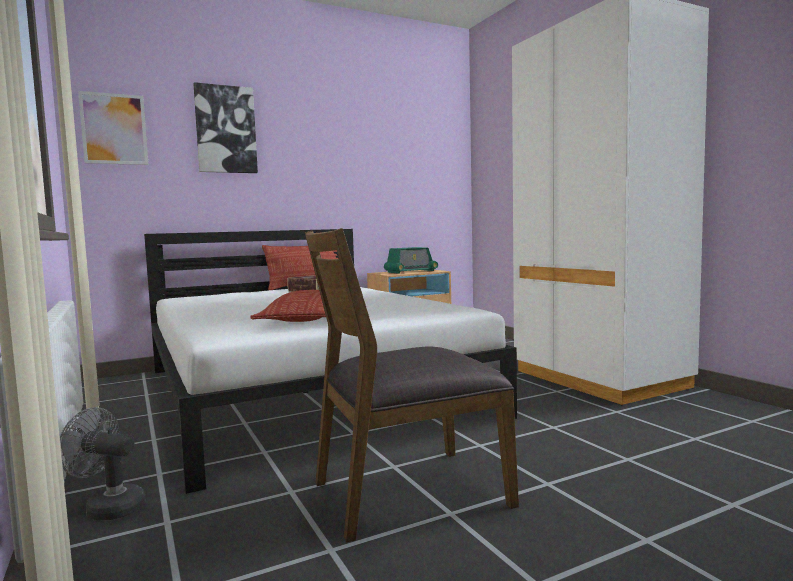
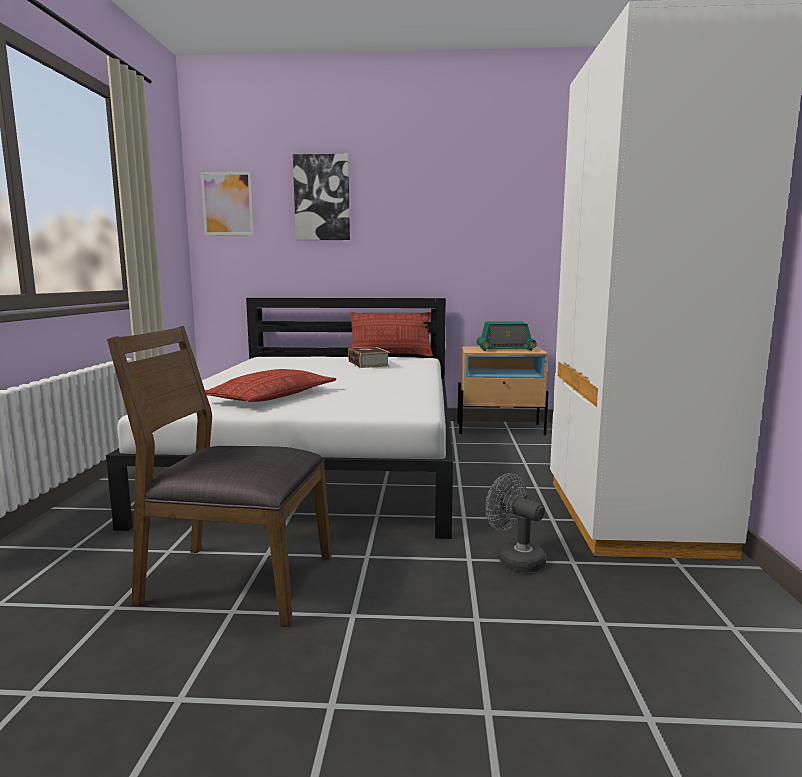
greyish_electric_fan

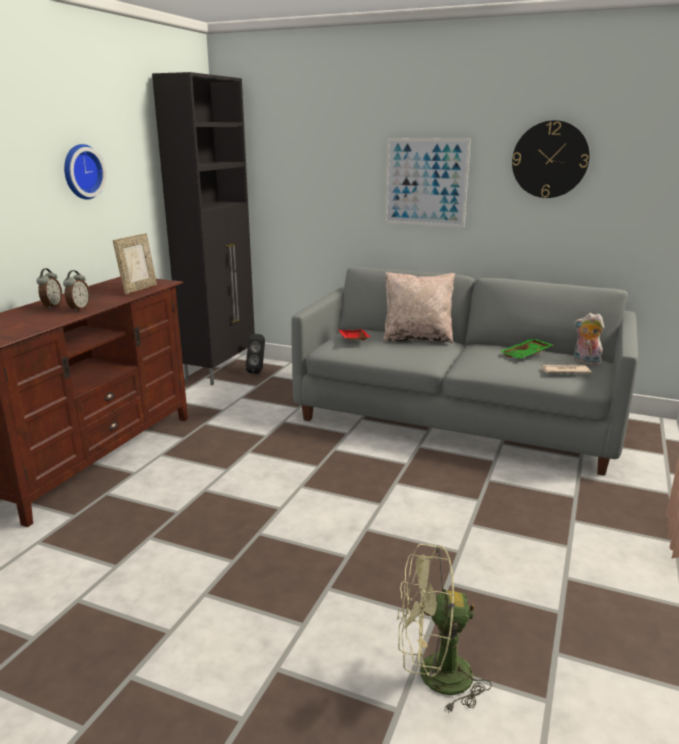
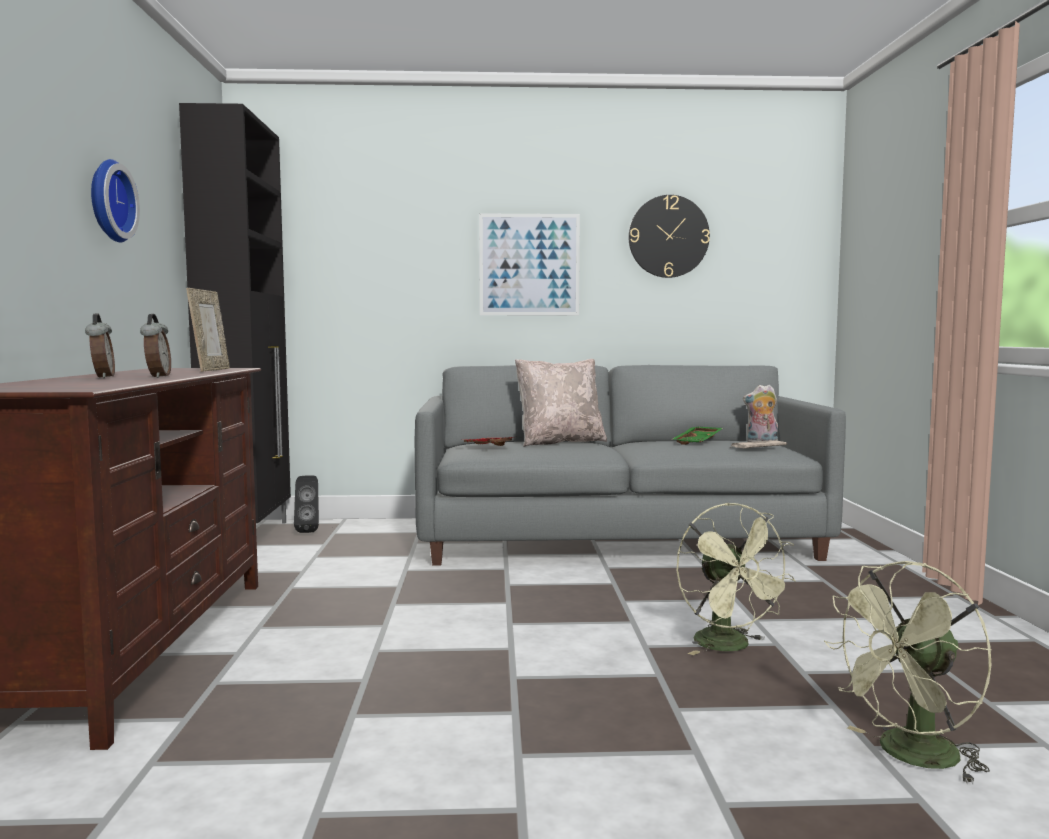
greenish_electric_fan (1st from left)

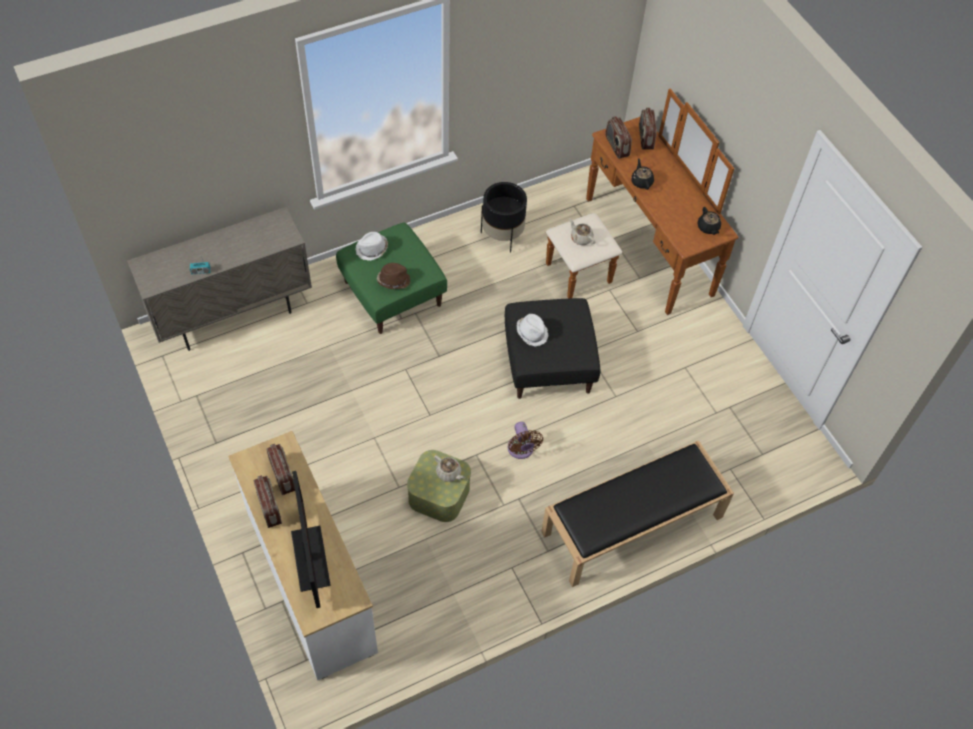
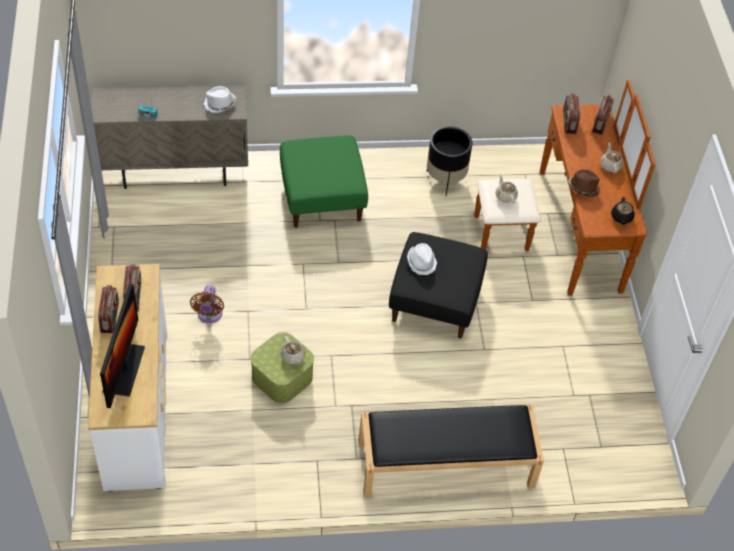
black_tea_pot (1st from left in the first image)
beige_tea_pot (3rd from left)
whitish_hat (1st from left)
brownish_hat
brownish_electric_fan

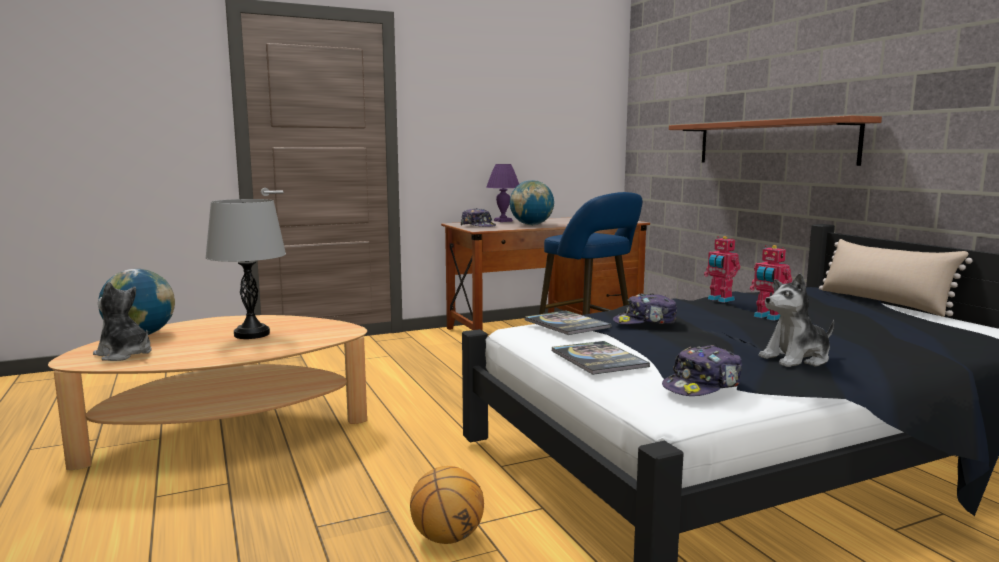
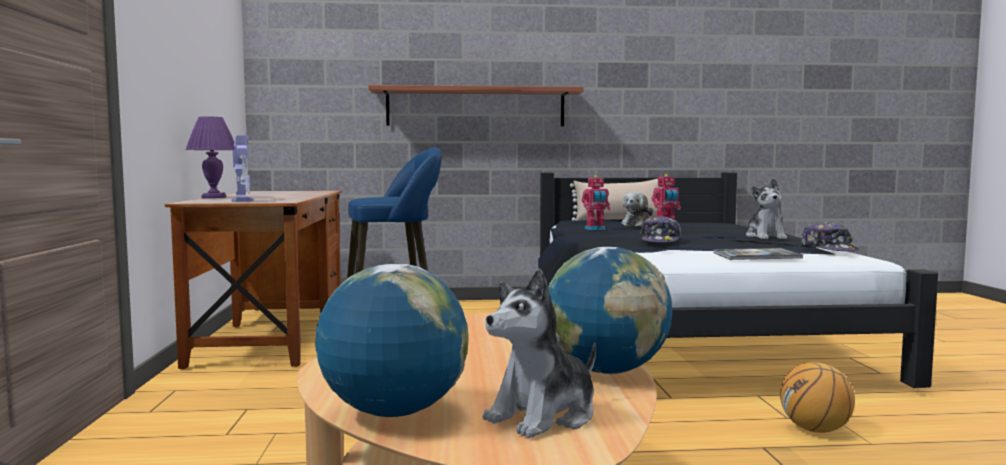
greyish_lamp_for_a_table
volume (1st from left in the first image)
cuddly_toy (2nd from left)
world_globe (2nd from left)
robot_figure (1st from left)

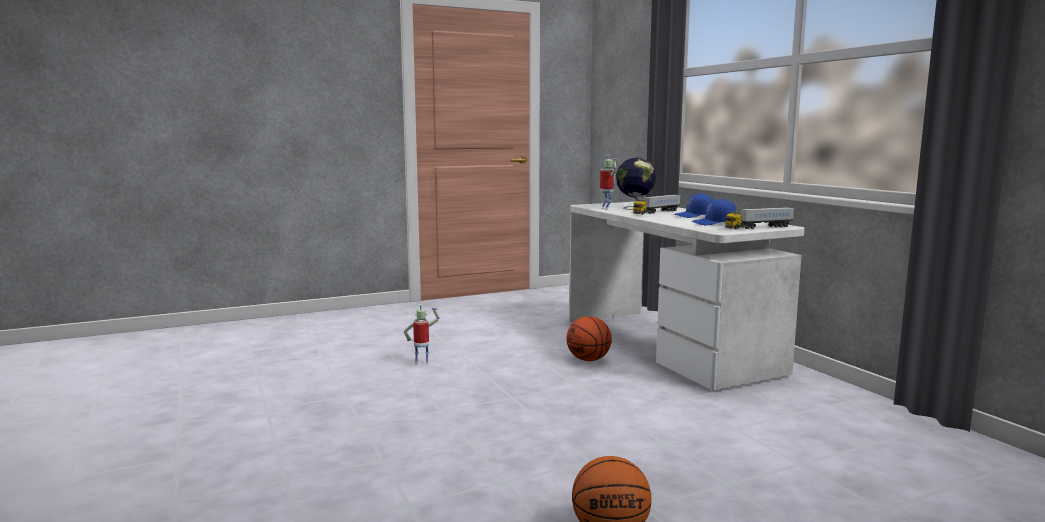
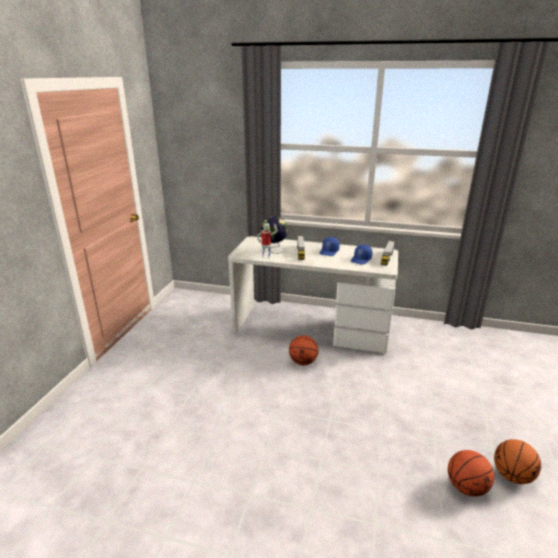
robot_figure (1st from left in the first image)
basketball_ball (2nd from left)

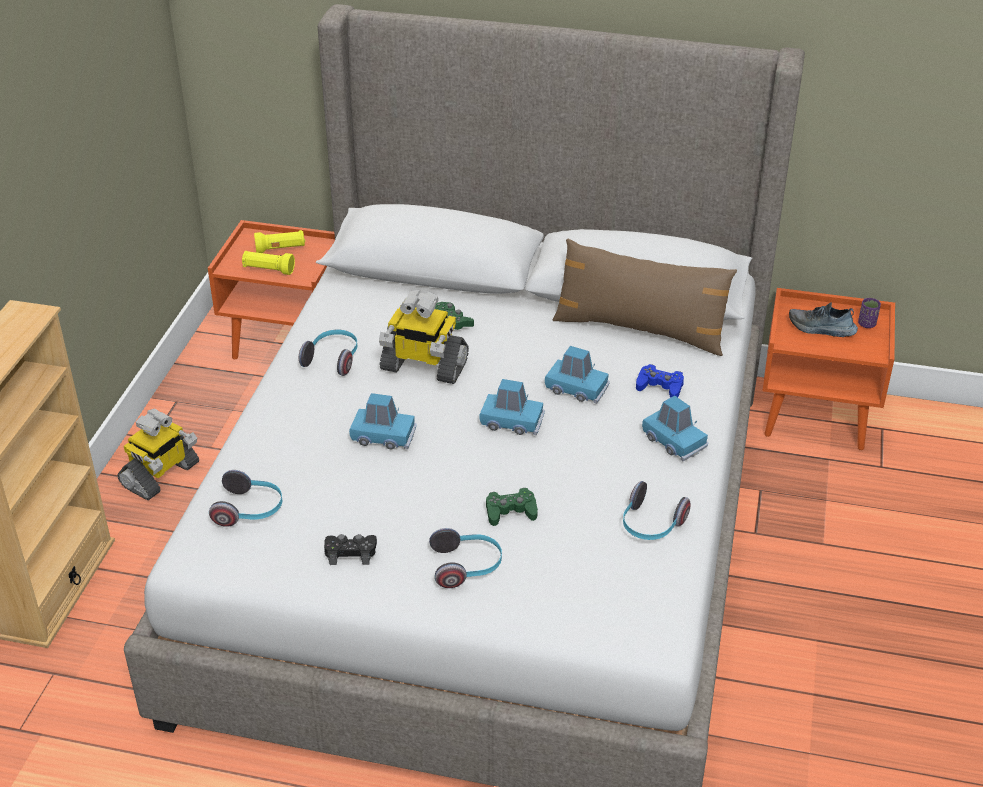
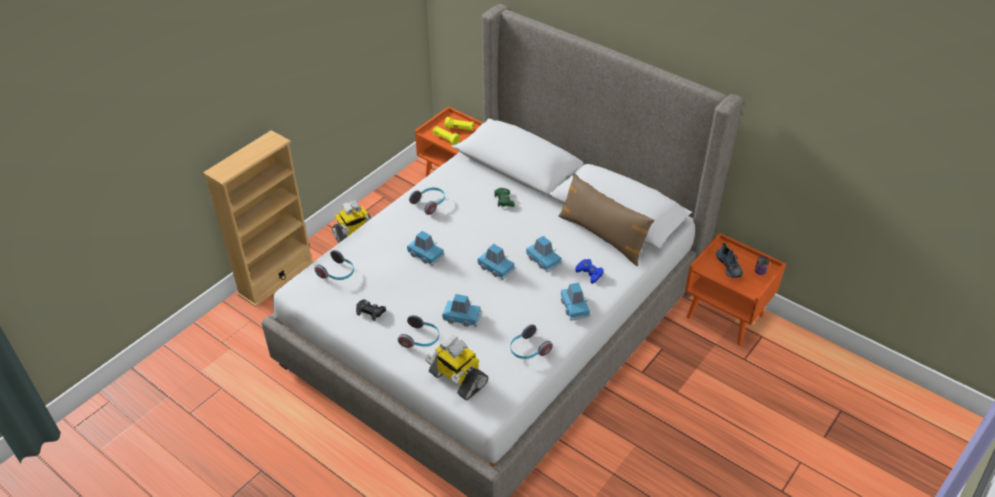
robot_figure (2nd from left)
blue_model_car (2nd from left)
item_of_footwear

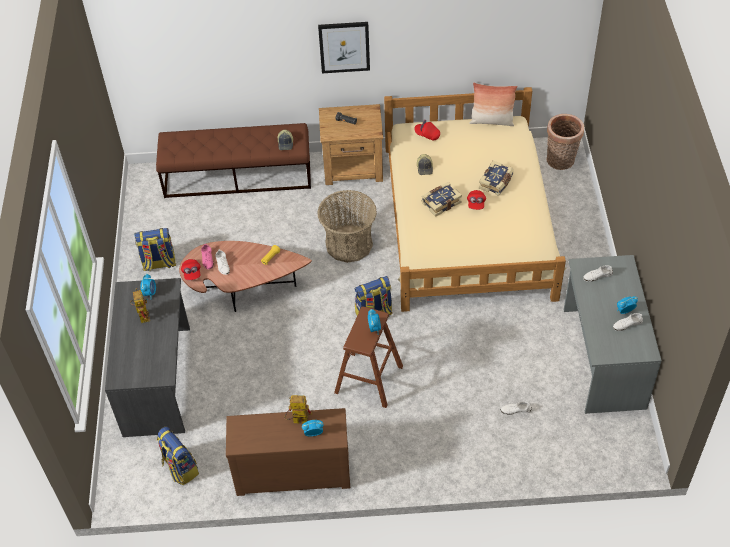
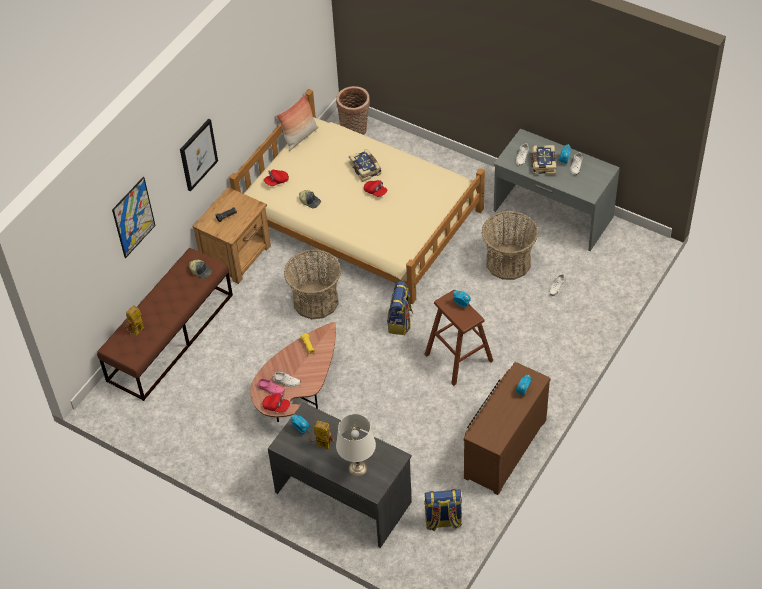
rucksack (1st from left in the first image)
wall_picture (1st from left)
whitish_lamp_for_a_table
basket (3rd from left)
robot_figure (1st from left)
volume (2nd from left)

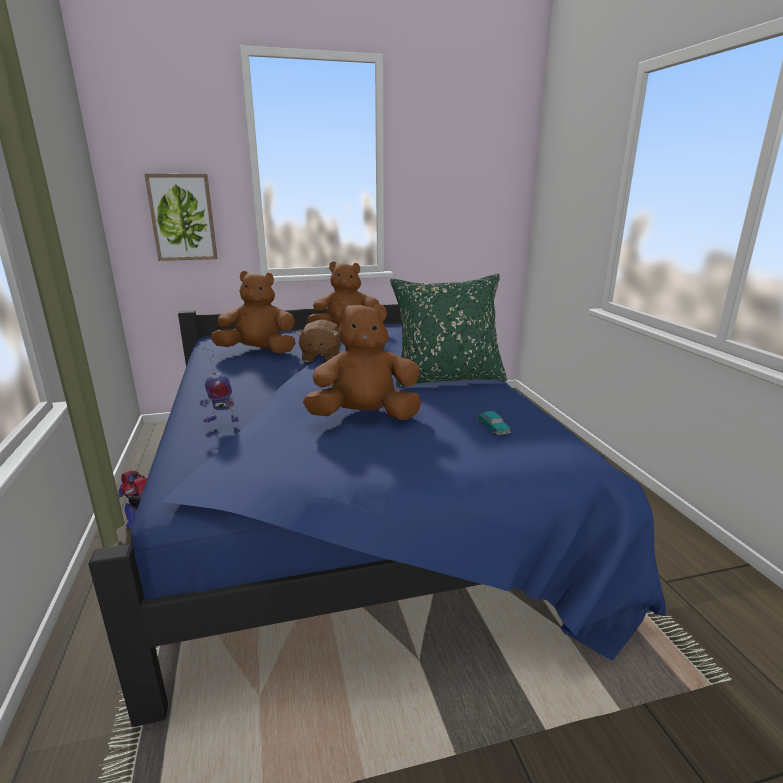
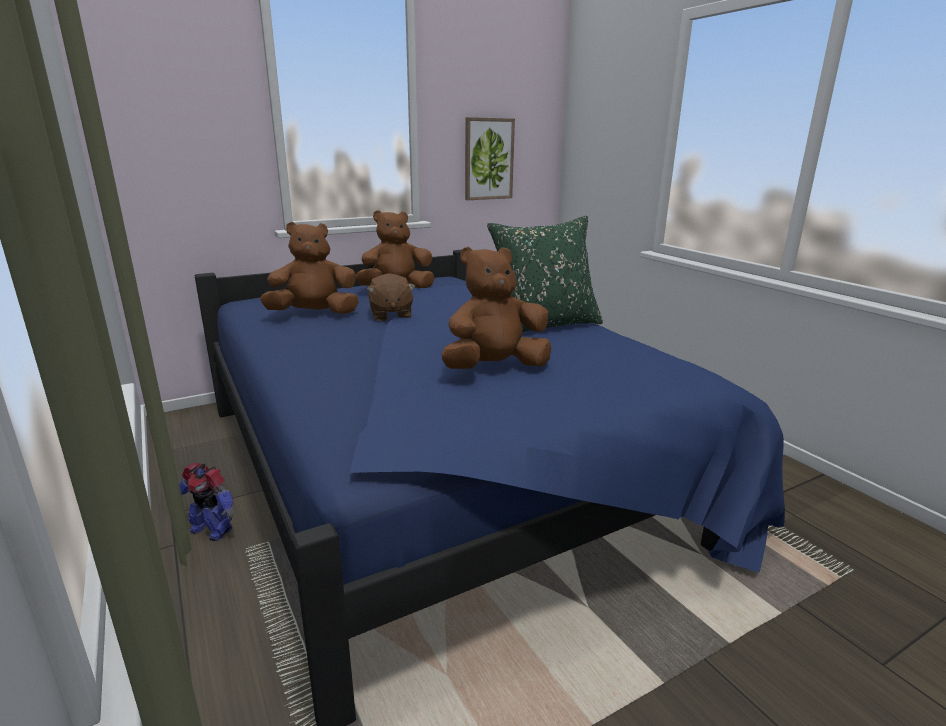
robot_figure (2nd from left in the first image)
model_car
wall_picture

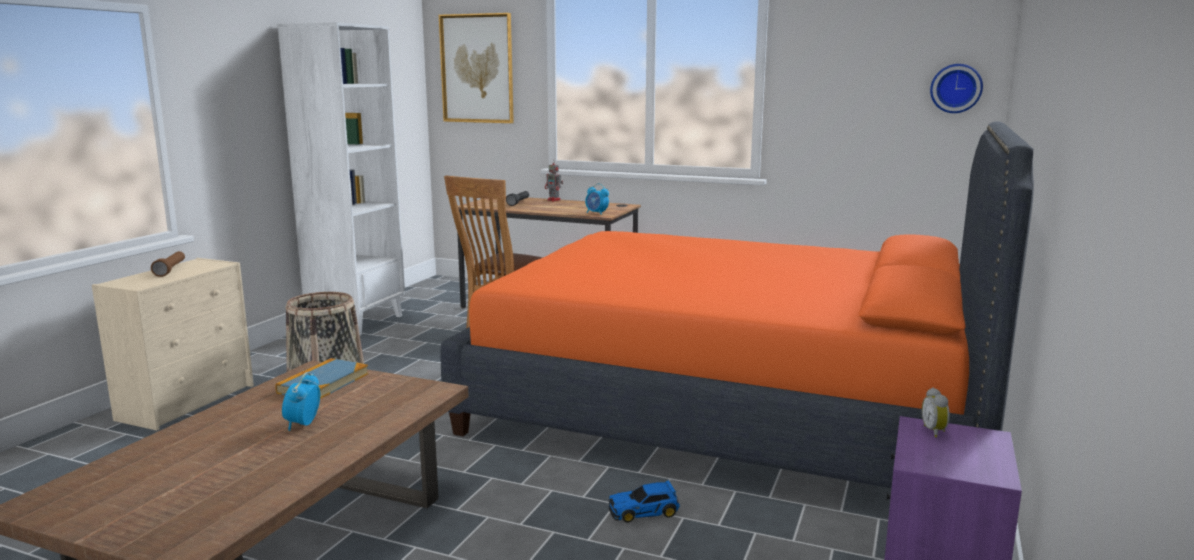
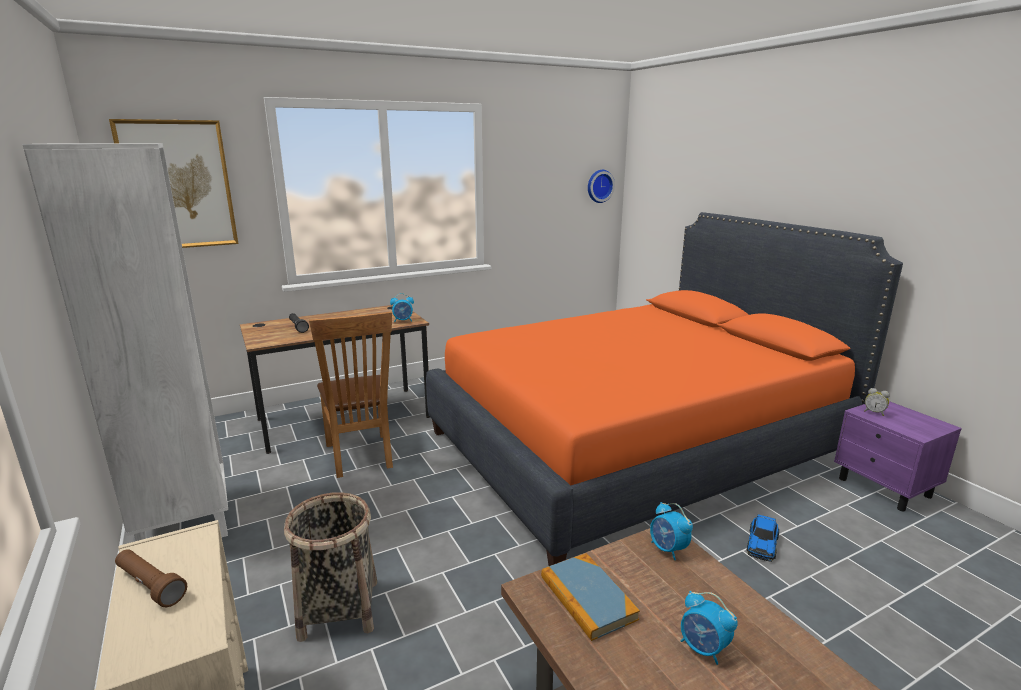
robot_figure
table_clock (2nd from left)

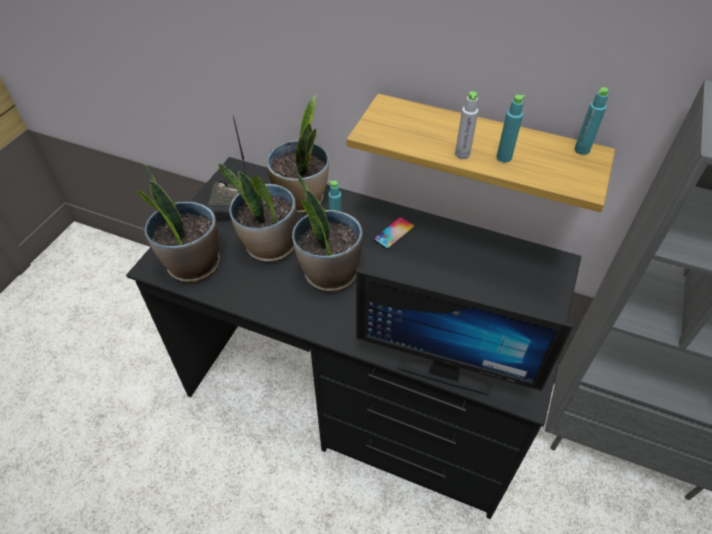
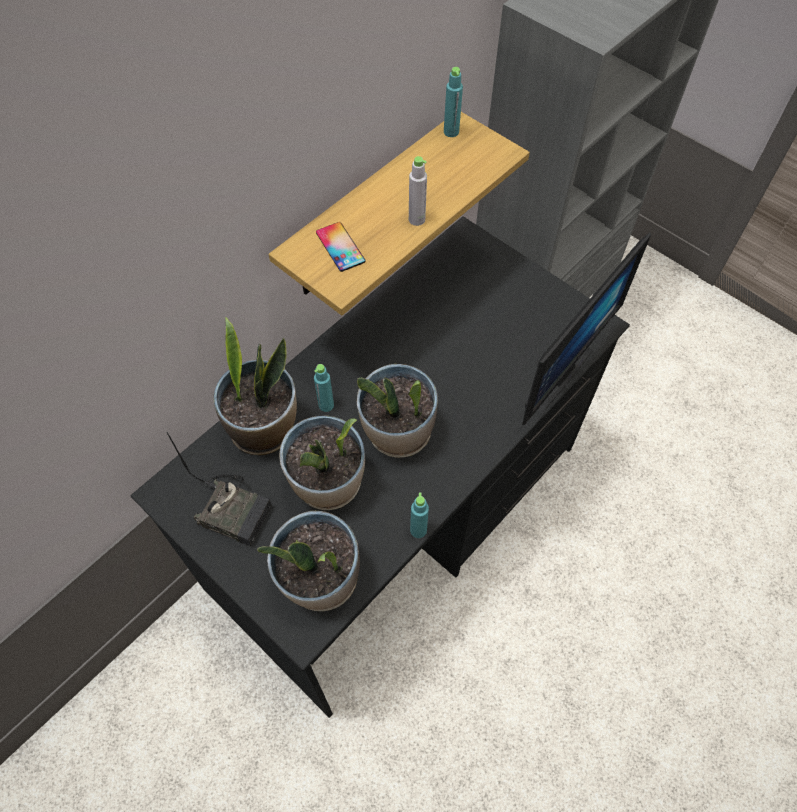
handset
turquoise-coloured_bottle (2nd from left)

